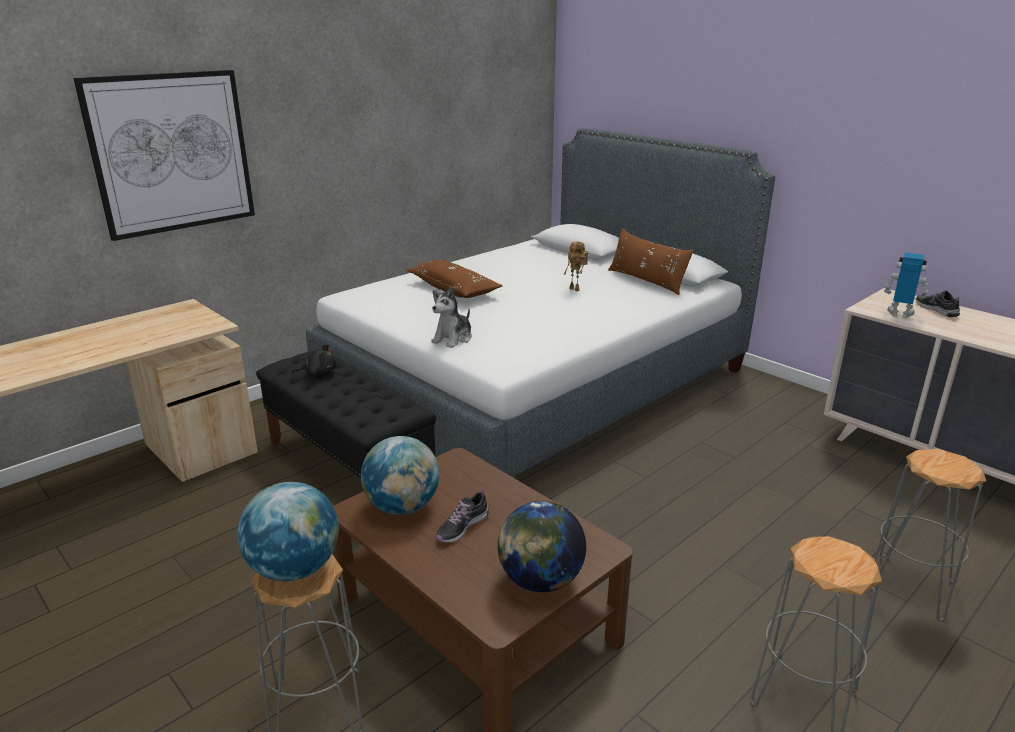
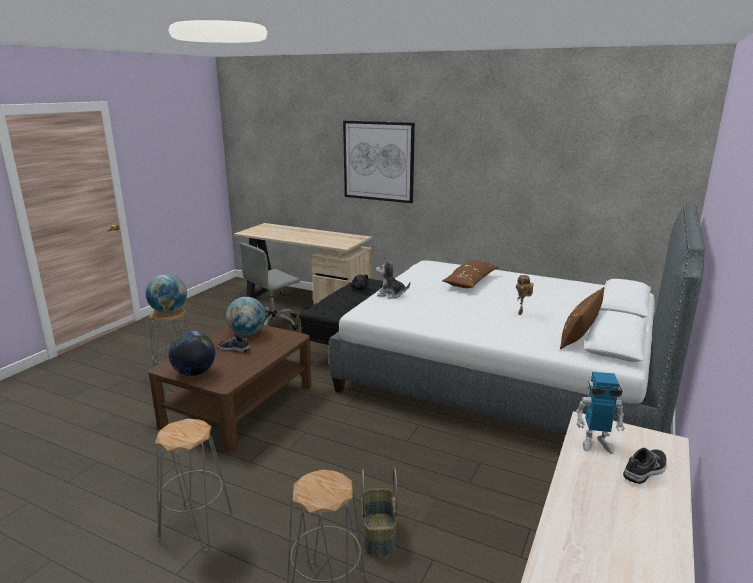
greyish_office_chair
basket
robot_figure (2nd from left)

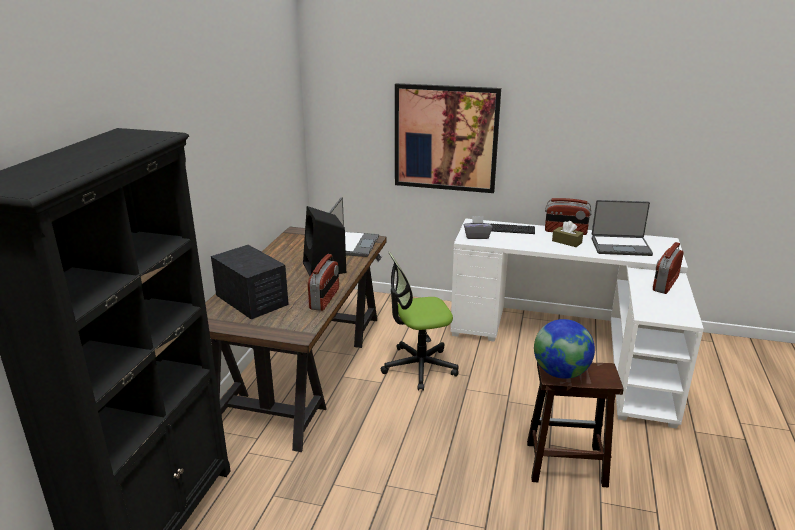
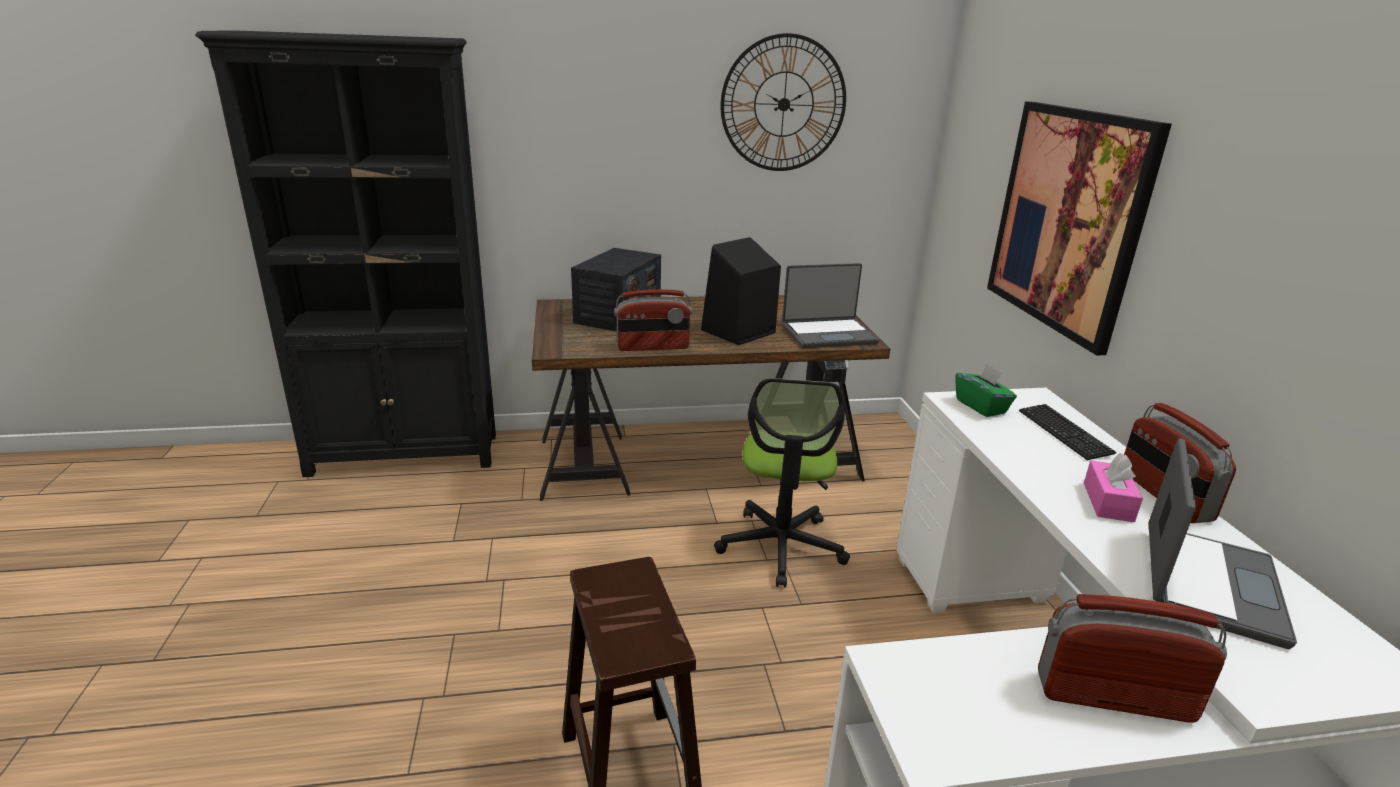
world_globe
hanging_clock
greenish_box_of_tissues
pink-coloured_box_of_tissues
office_chair
notebook_computer (2nd from left)

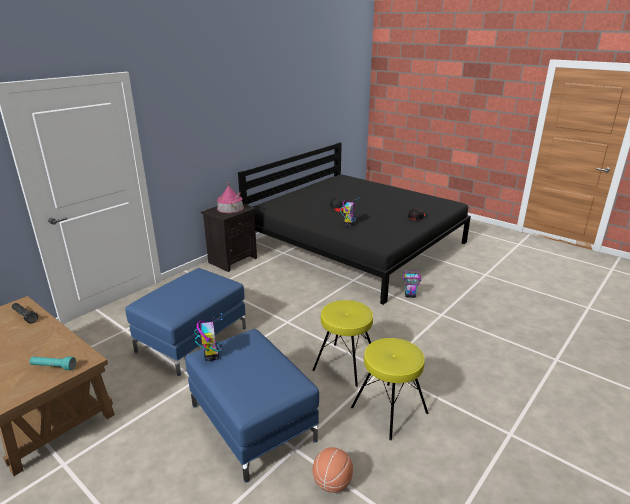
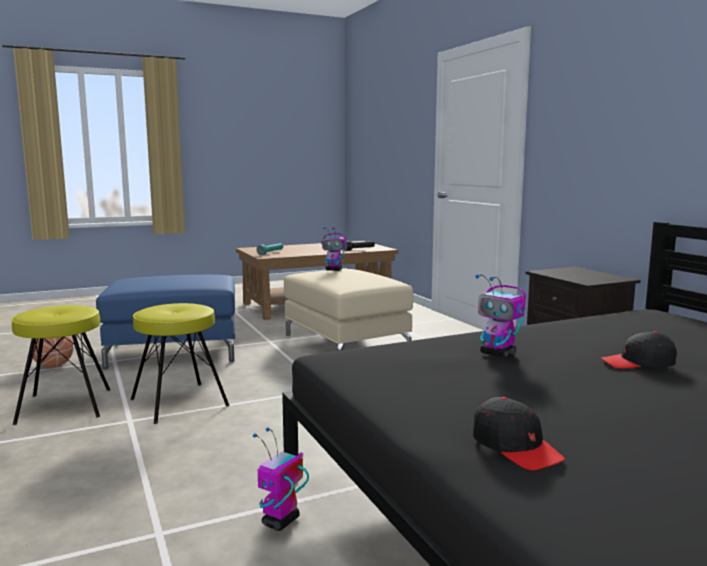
miniature_house
robot_figure (2nd from left)
beige_pouffe

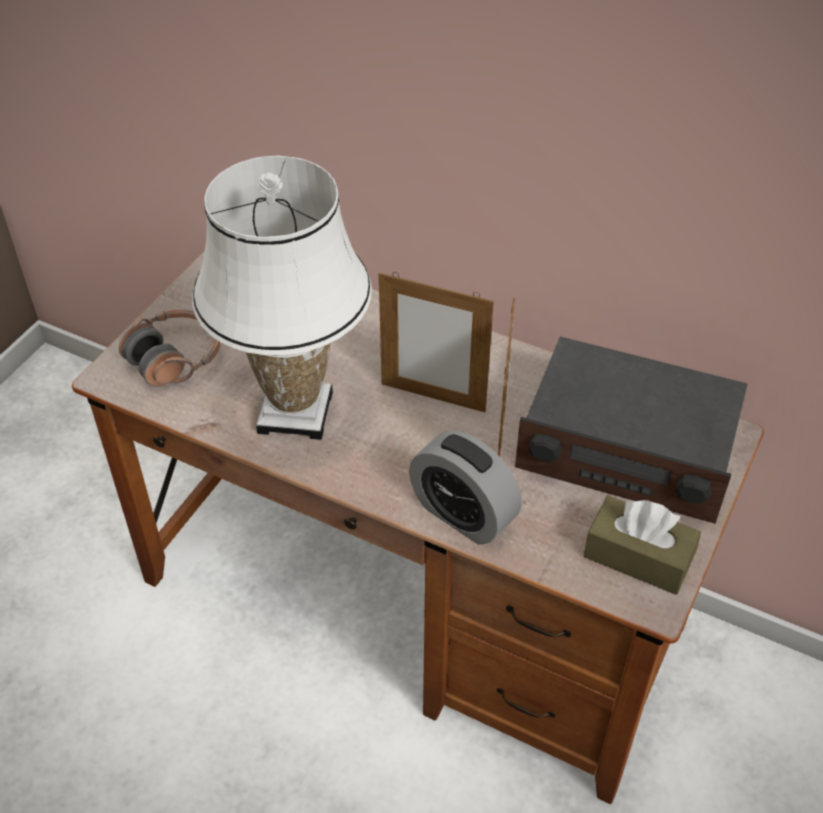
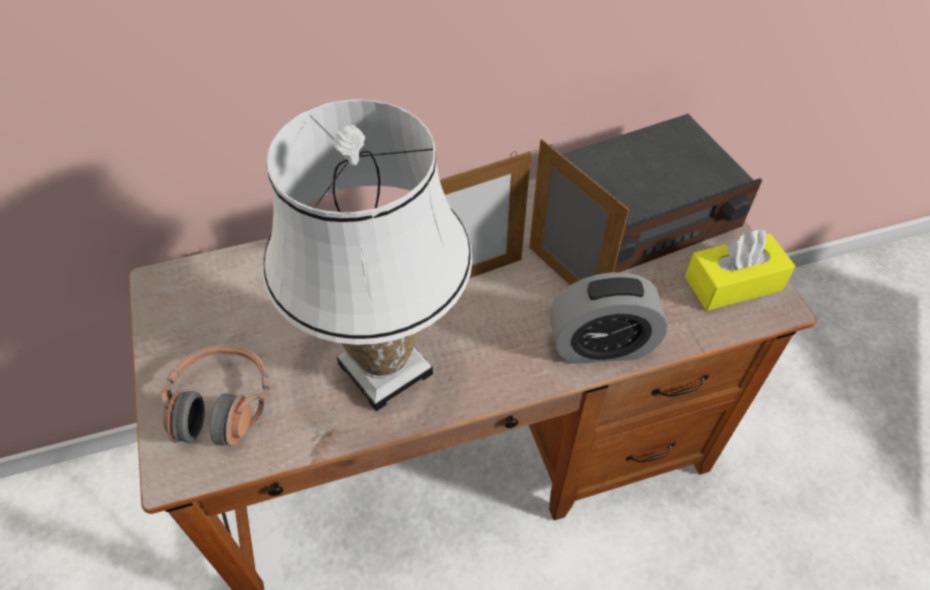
yellow_box_of_tissues

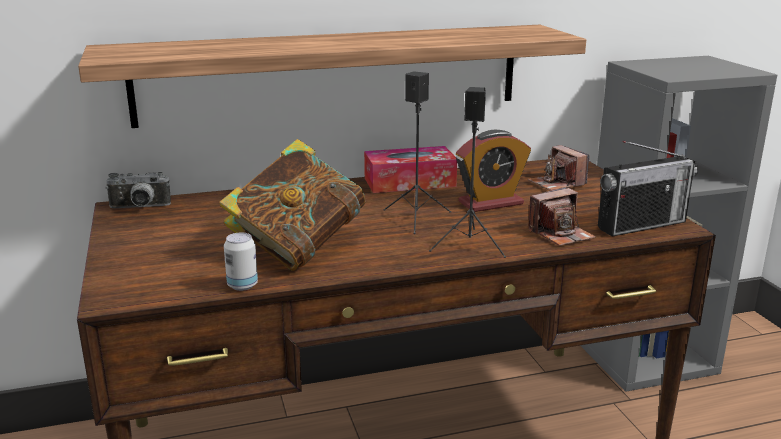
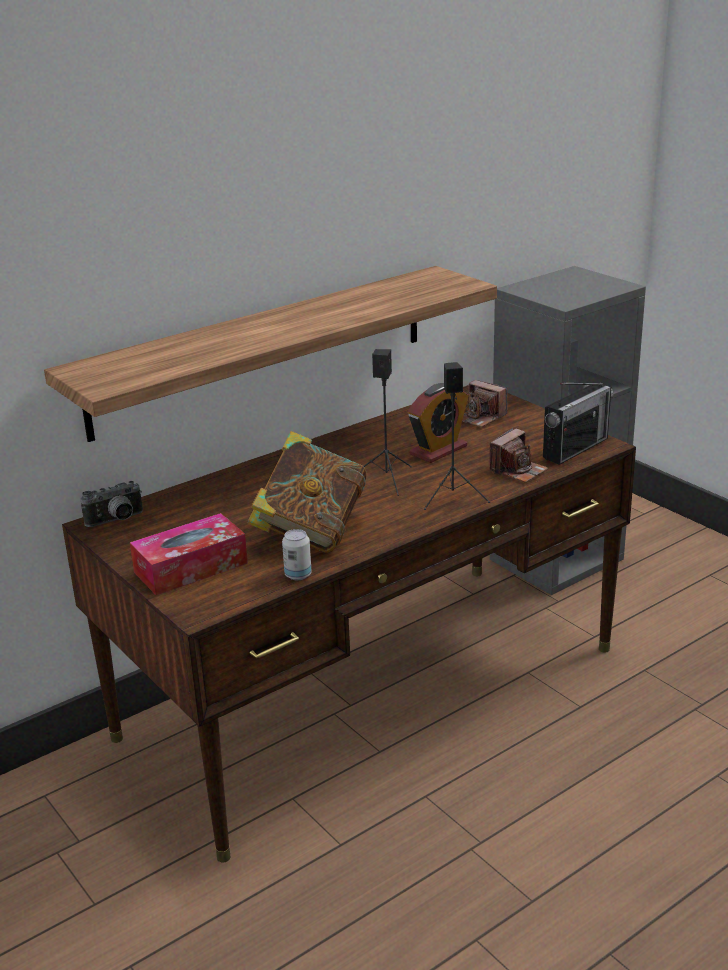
box_of_tissues

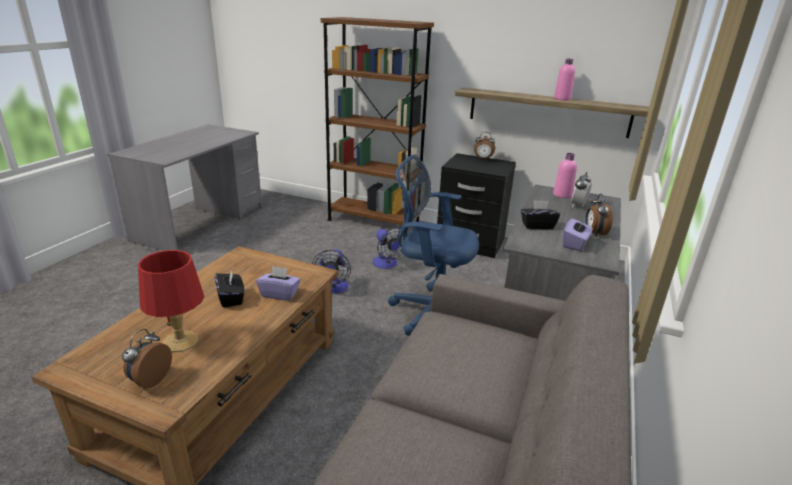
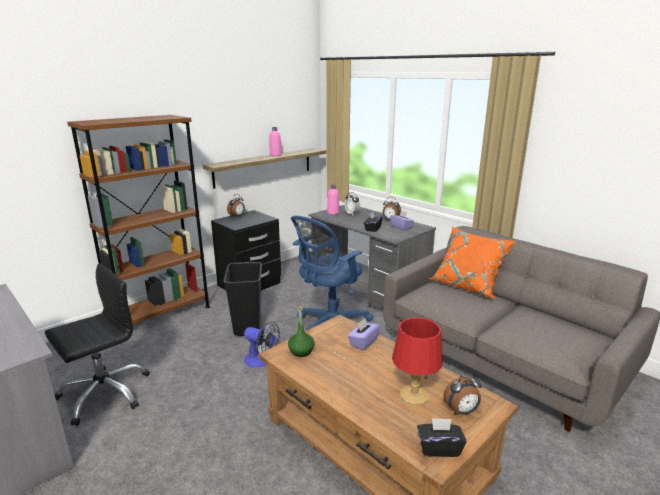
black_office_chair
greenish_bottle
orange_pillow
black_box_of_tissues (2nd from left)
black_rubbish_bin
table_clock (4th from left)

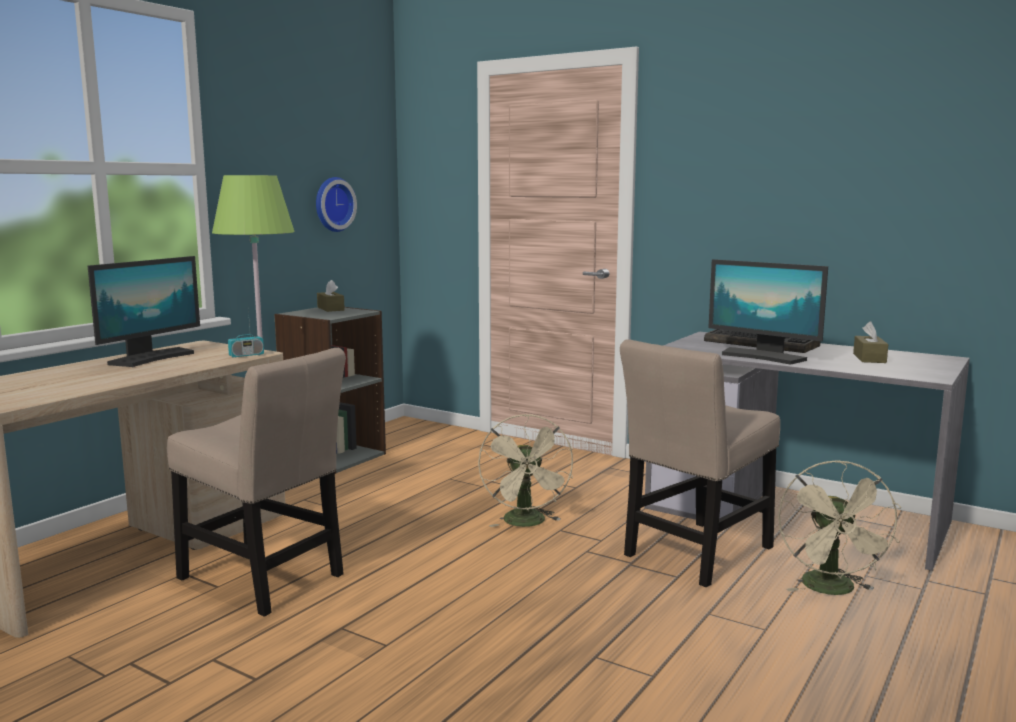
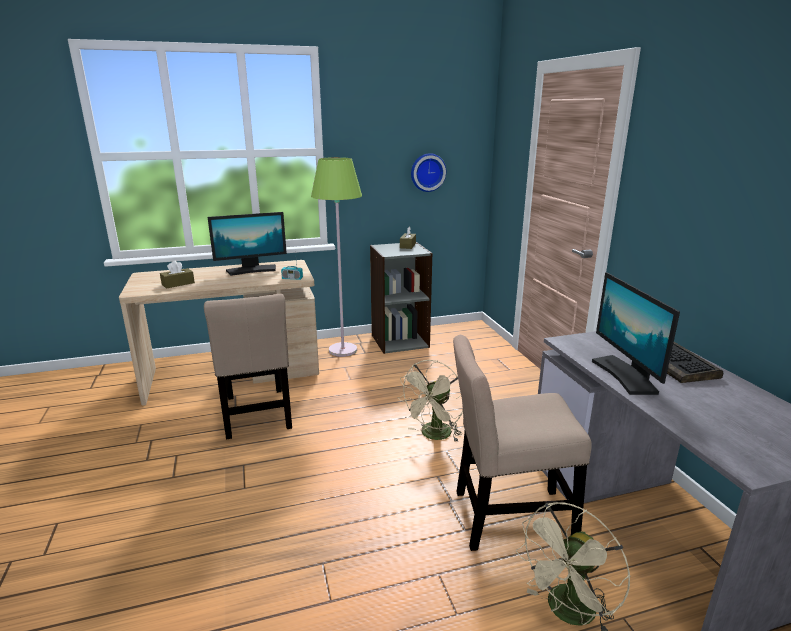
brownish_box_of_tissues (1st from left)

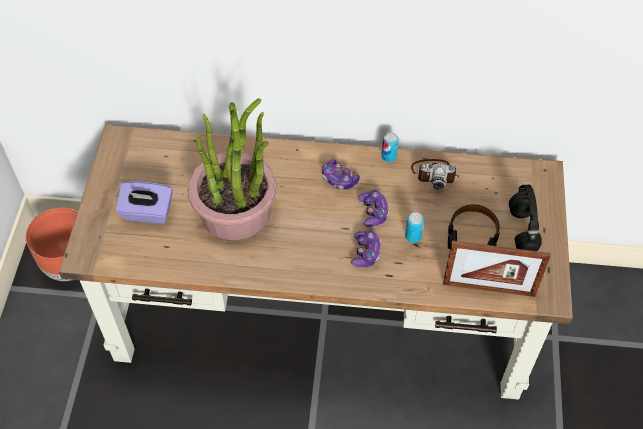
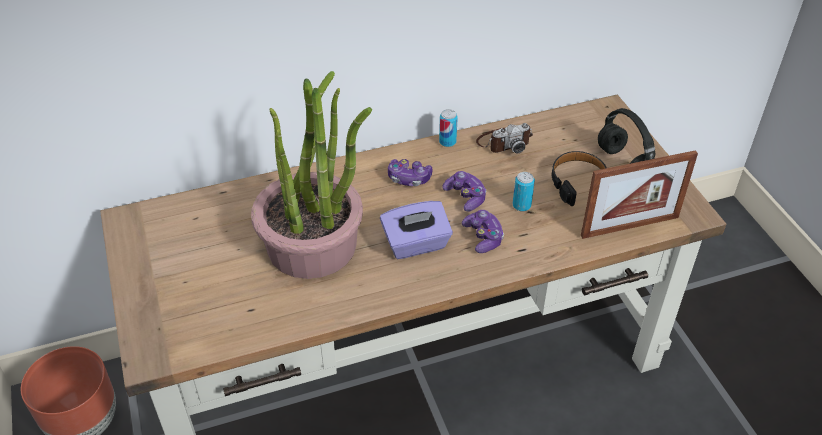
purple_box_of_tissues

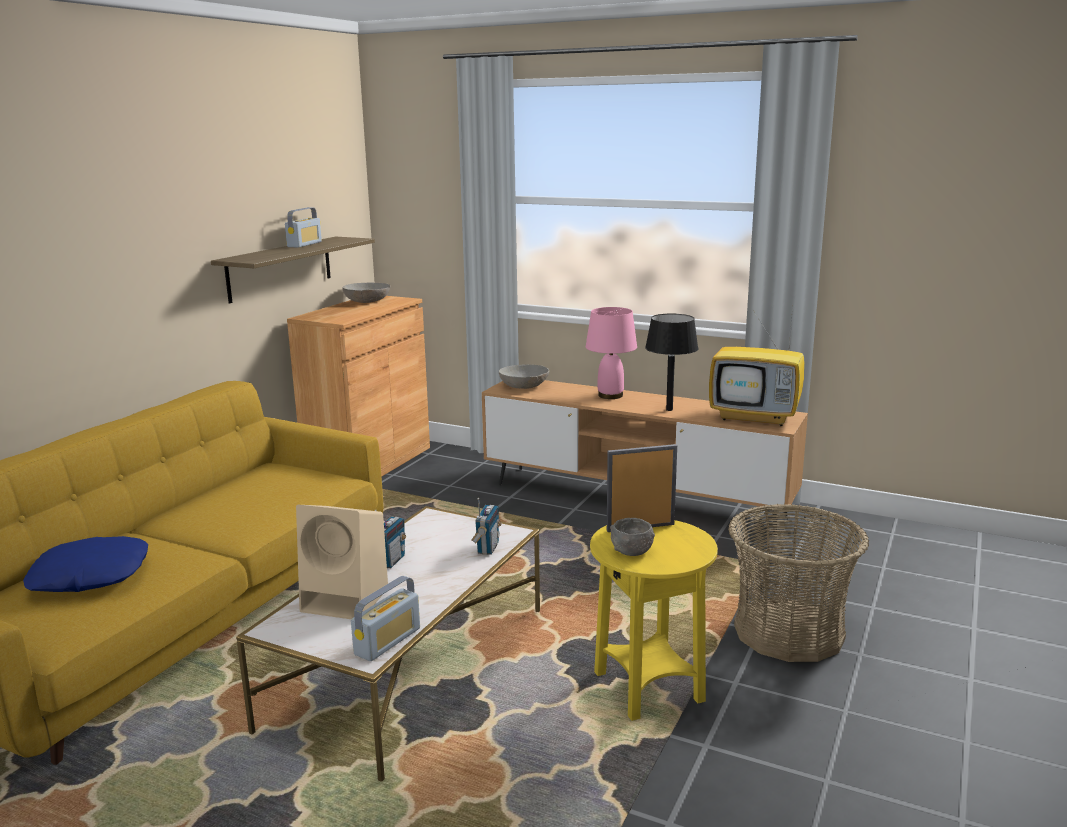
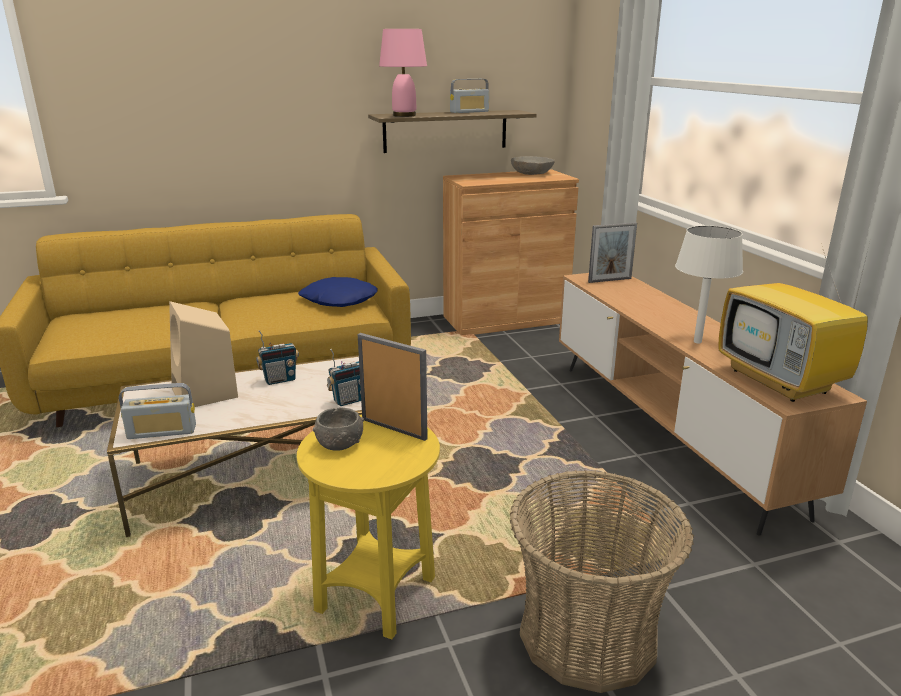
blue_pillow
pink-coloured_lamp_for_a_table
standing_frame (2nd from left)
whitish_lamp_for_a_table

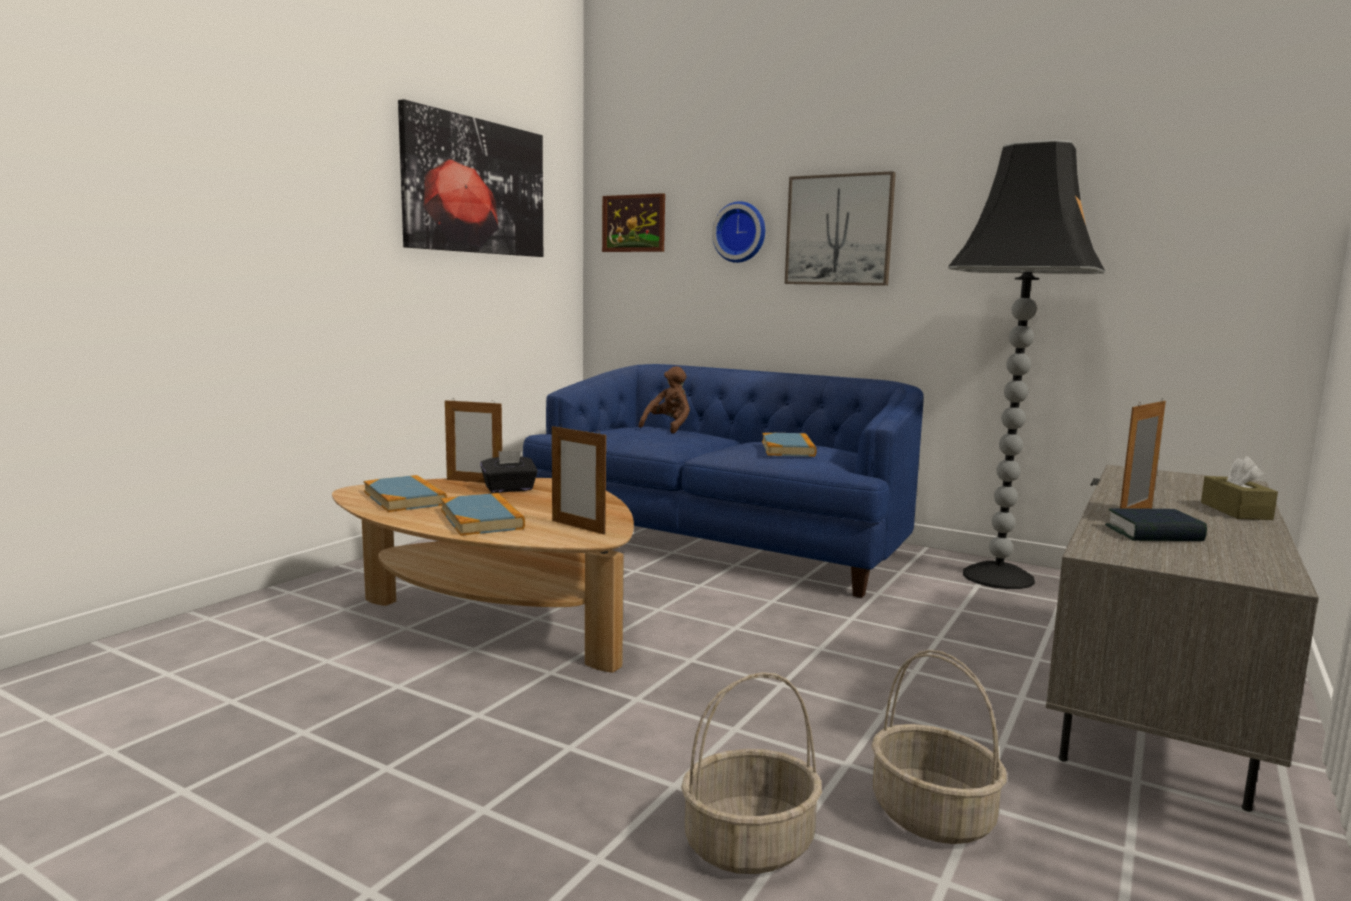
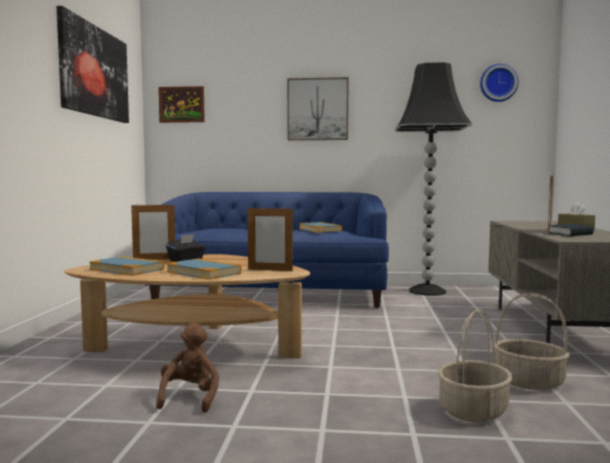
brownish_cuddly_toy
hanging_clock

